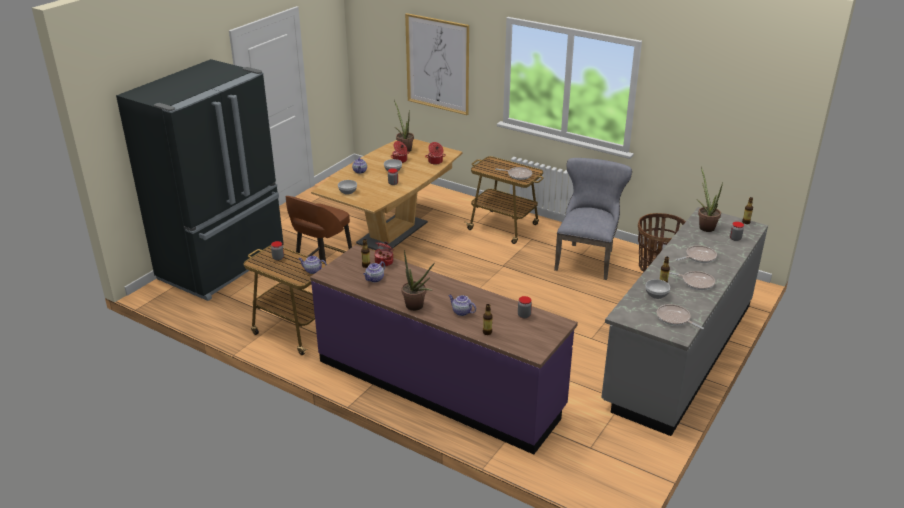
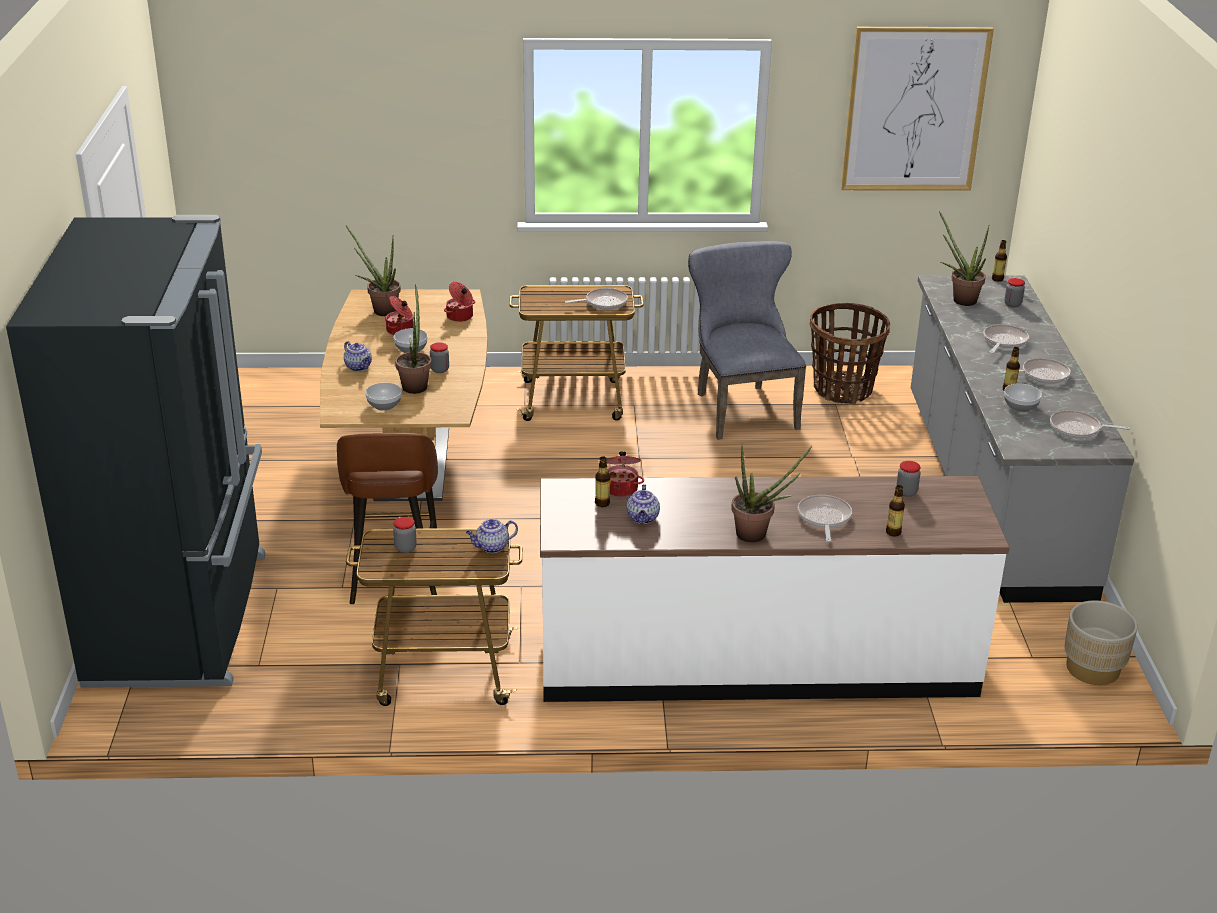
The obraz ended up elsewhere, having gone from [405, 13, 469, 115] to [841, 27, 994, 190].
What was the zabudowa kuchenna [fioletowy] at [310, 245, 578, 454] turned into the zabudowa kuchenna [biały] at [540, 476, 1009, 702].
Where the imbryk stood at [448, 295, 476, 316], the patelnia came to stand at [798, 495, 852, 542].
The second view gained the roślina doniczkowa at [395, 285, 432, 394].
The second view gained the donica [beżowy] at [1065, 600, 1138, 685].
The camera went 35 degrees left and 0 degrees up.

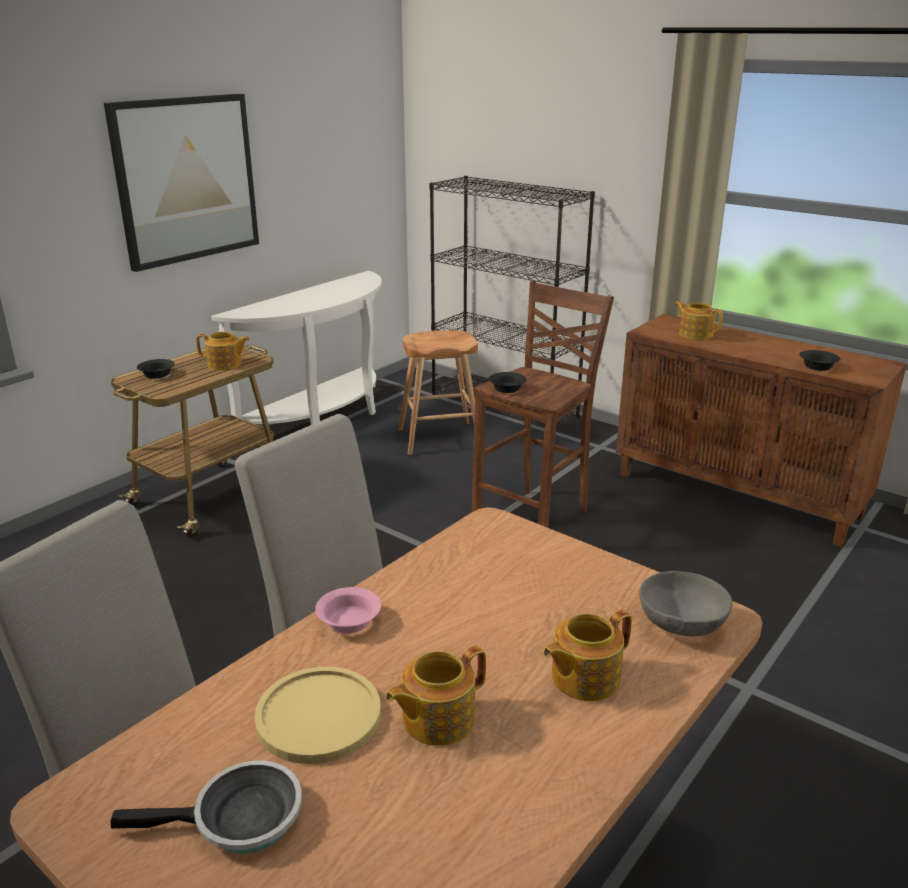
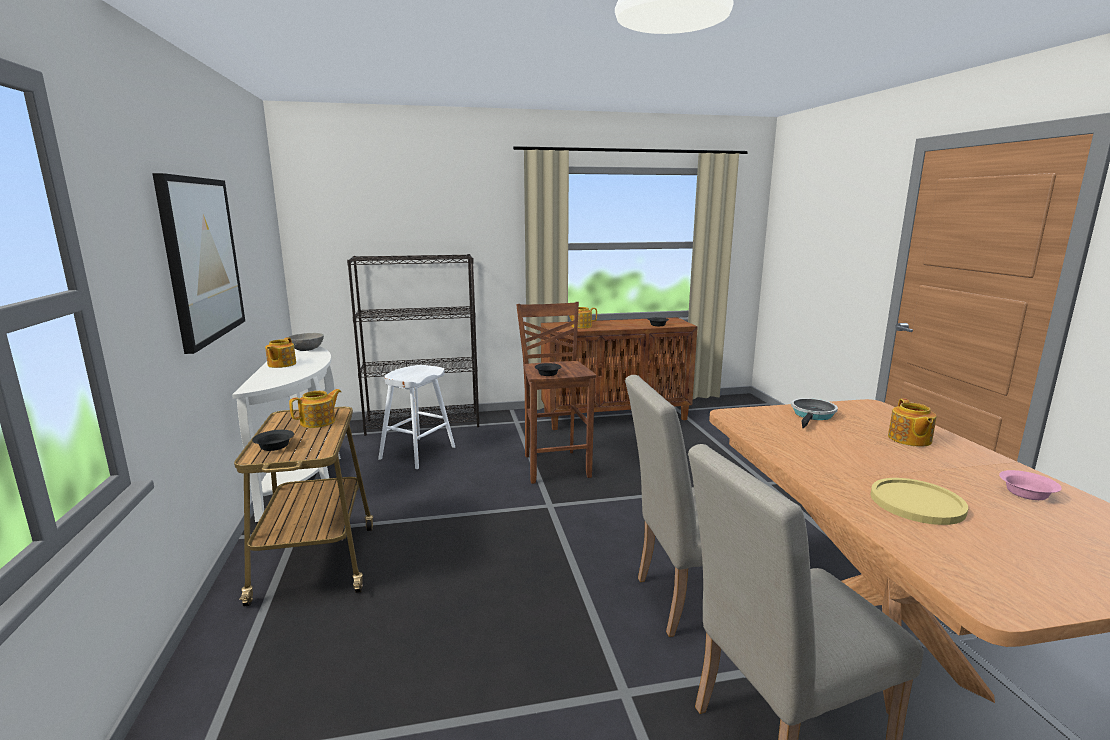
What was the stołek [brązowy] at [398, 330, 478, 455] turned into the stołek [biały] at [378, 365, 455, 469].
The miska [szary] ended up elsewhere, having gone from [639, 571, 732, 636] to [287, 333, 324, 351].
The miska [różowy] ended up elsewhere, having gone from [315, 587, 381, 633] to [999, 470, 1062, 500].
The imbryk ended up elsewhere, having gone from [385, 645, 486, 746] to [265, 337, 296, 368].
The patelnia ended up elsewhere, having gone from [110, 761, 302, 853] to [791, 398, 838, 429].
The camera went 50 degrees left and 10 degrees down.

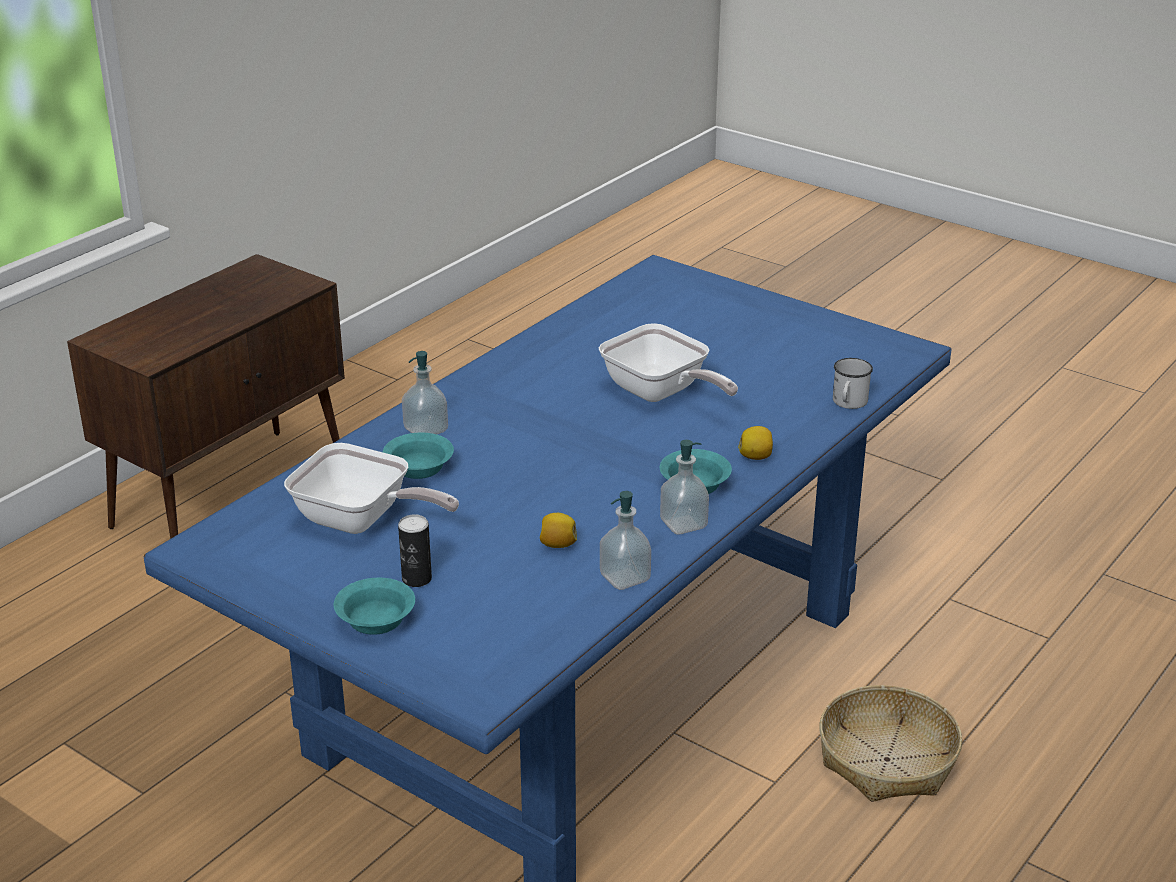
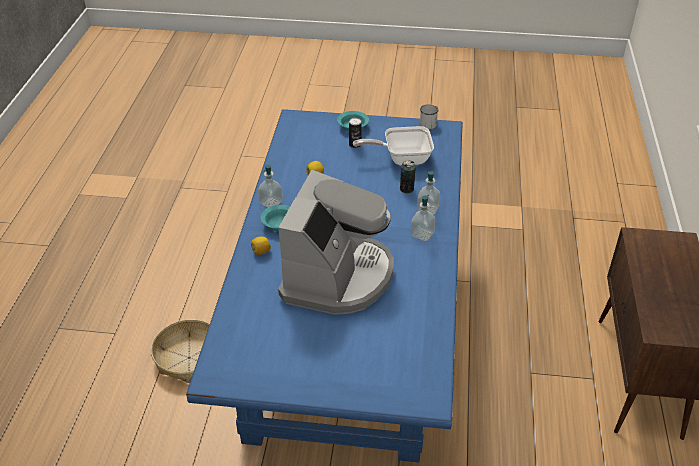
Where the patelnia stood at [599, 323, 738, 402], the ekspres do kawy came to stand at [278, 170, 394, 315].
The kubek [biały] ended up elsewhere, having gone from [833, 358, 873, 409] to [420, 104, 438, 129].
Where the miska [turkusowy] stood at [383, 433, 454, 479], the puszka came to stand at [400, 160, 416, 193].
The dozownik mydła ended up elsewhere, having gone from [600, 491, 651, 590] to [411, 195, 435, 241].
The camera went 150 degrees right and 10 degrees up.

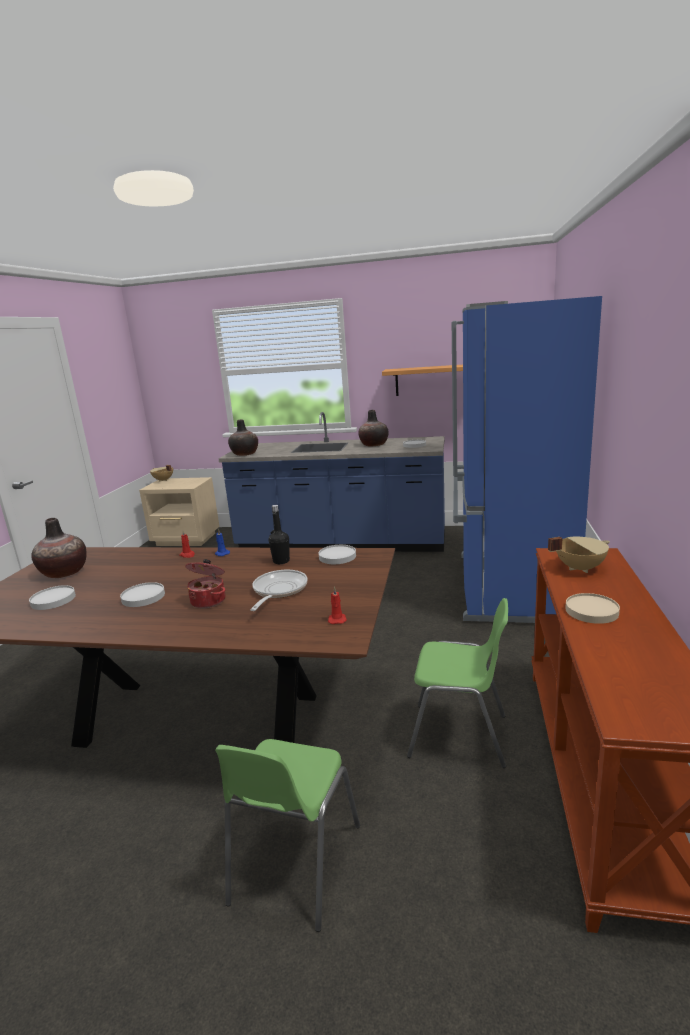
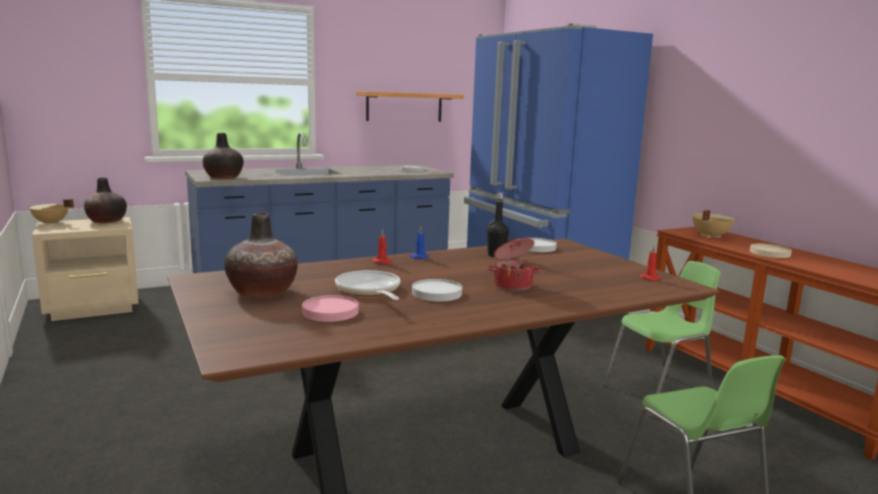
The wazon ended up elsewhere, having gone from [358, 410, 389, 446] to [84, 178, 127, 223].
The patelnia ended up elsewhere, having gone from [250, 570, 307, 611] to [335, 270, 400, 300].
What was the talerz [biały] at [29, 585, 76, 610] turned into the talerz [różowy] at [302, 295, 358, 322].
The camera went 40 degrees left and 5 degrees down.

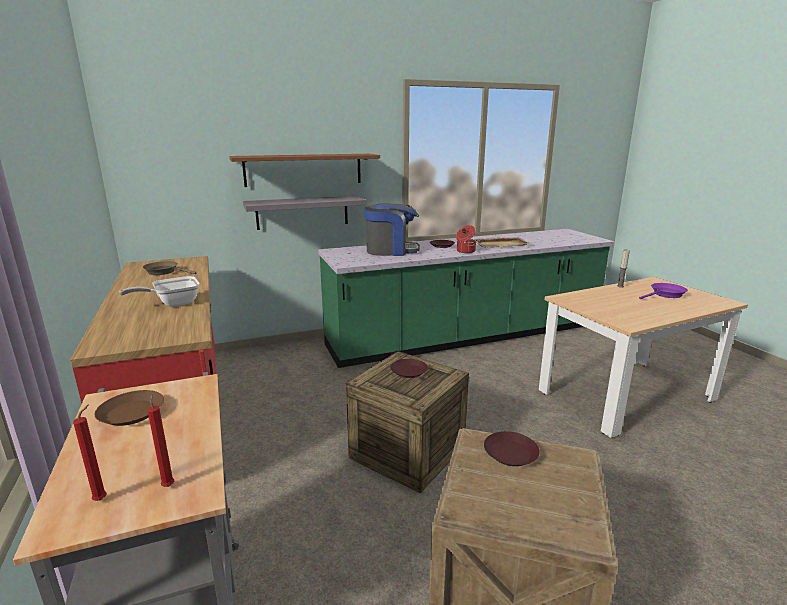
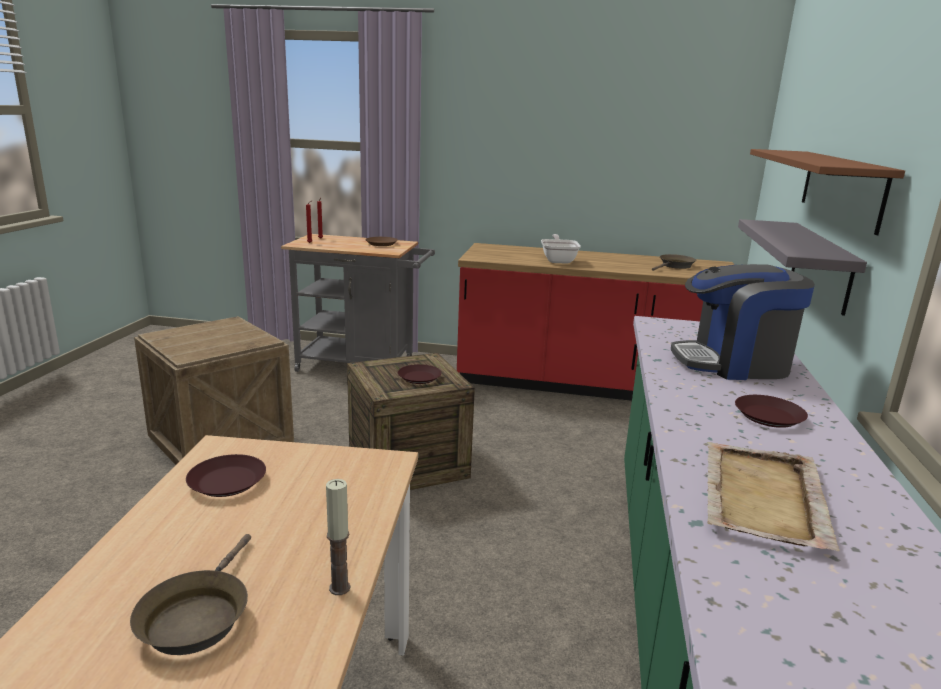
The ekspres do kawy at [364, 203, 420, 256] ended up facing another way, 60 degrees clockwise from before.
The second view lost the garnek at [456, 225, 476, 253].
What was the patelnia [fioletowy] at [639, 283, 688, 299] turned into the patelnia [brązowy] at [130, 534, 251, 655].
The talerz [brązowy] ended up elsewhere, having gone from [484, 431, 540, 466] to [186, 454, 266, 497].
The camera went 120 degrees right and 0 degrees up.

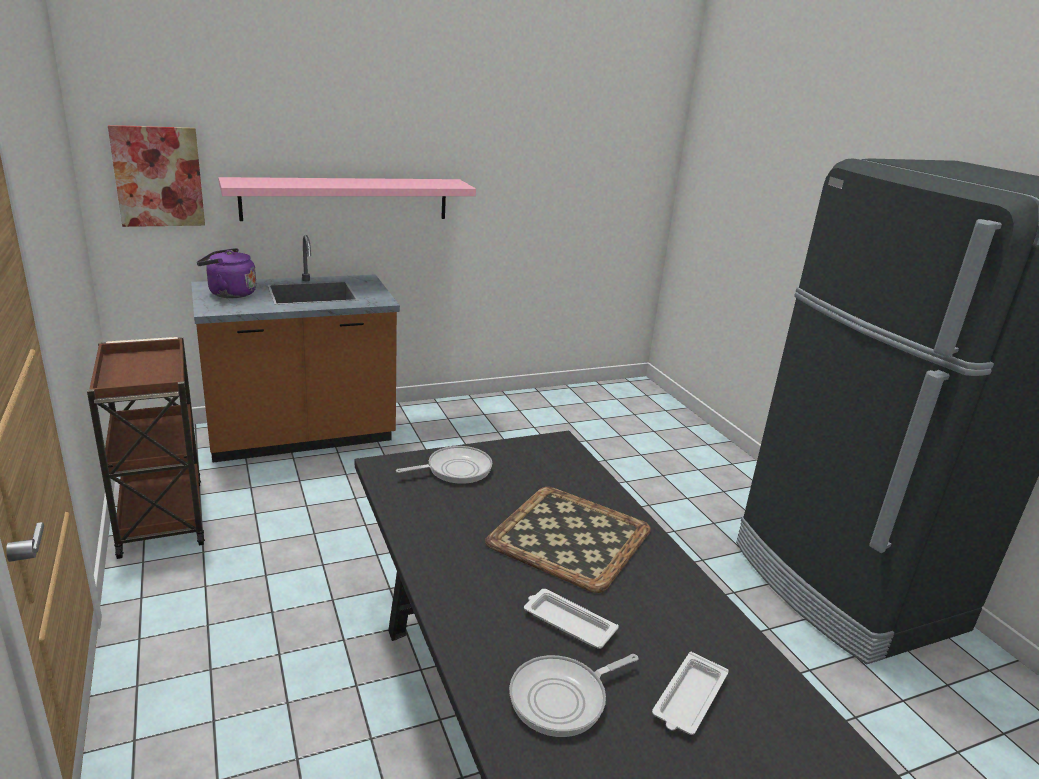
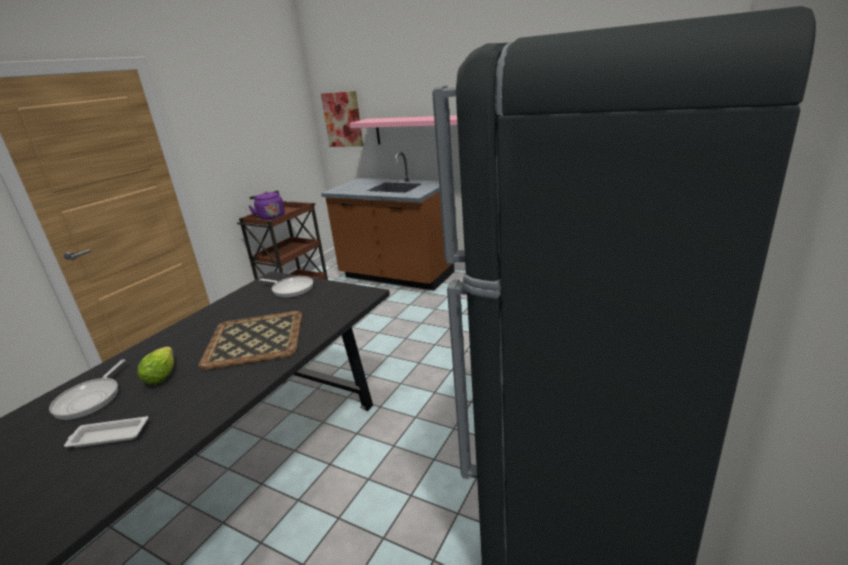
The czajnik [fioletowy] ended up elsewhere, having gone from [197, 248, 256, 298] to [249, 191, 285, 220].
Where the taca [biały] stood at [524, 589, 619, 649], the sałata came to stand at [137, 347, 174, 385].
The patelnia at [509, 654, 638, 737] ended up facing another way, 105 degrees counterclockwise from before.
The camera went 55 degrees right and 0 degrees up.

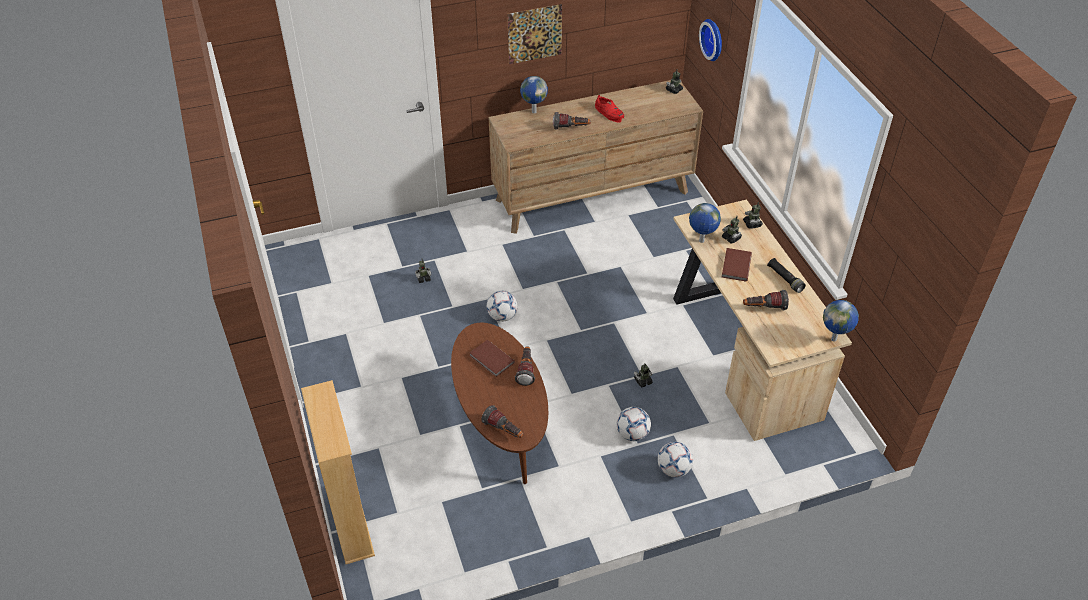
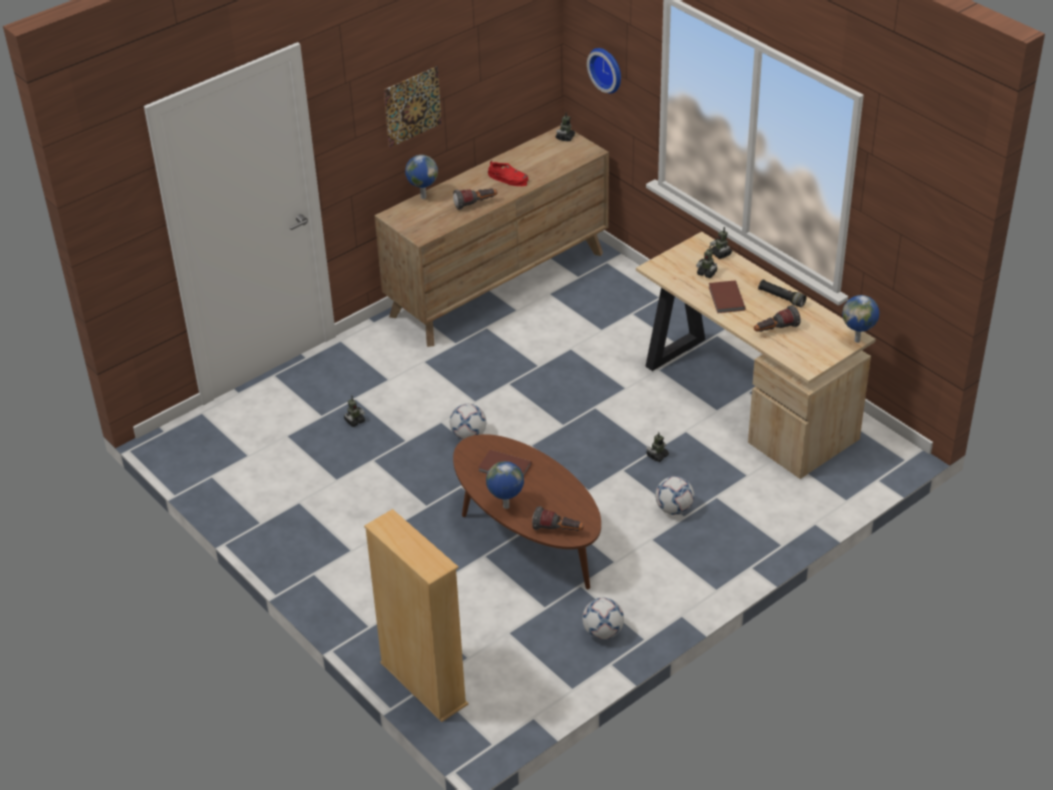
The globus ended up elsewhere, having gone from [689, 203, 721, 243] to [486, 461, 524, 509].
The second view lost the latarka at [515, 346, 535, 386].
The piłka futbolowa ended up elsewhere, having gone from [658, 442, 693, 478] to [582, 598, 624, 640].
The camera went 20 degrees left and 5 degrees down.

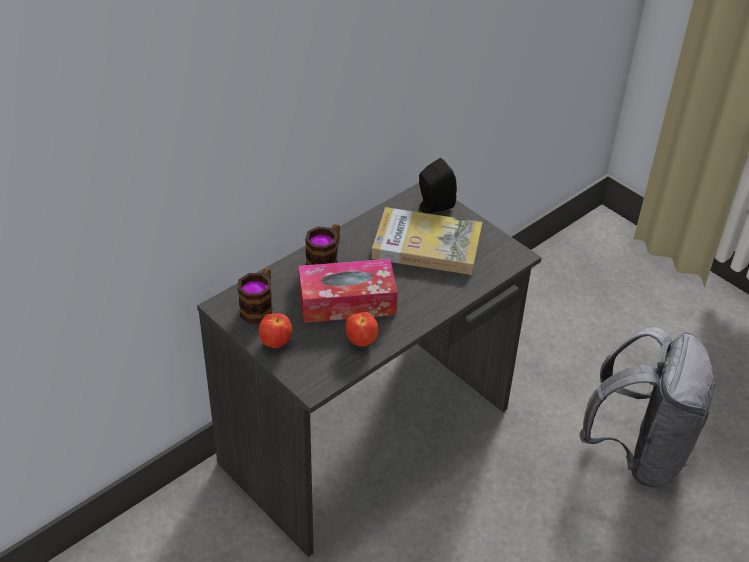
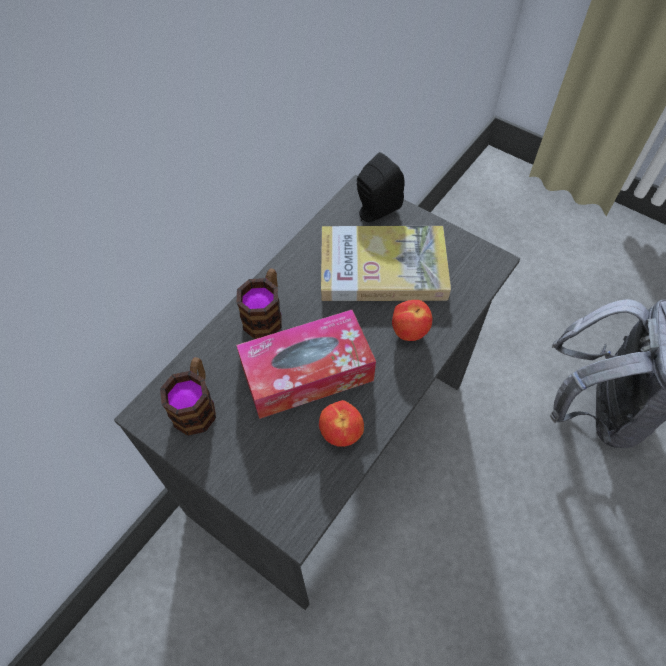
The jabłko ended up elsewhere, having gone from [259, 313, 292, 348] to [392, 300, 433, 341].
The camera went 10 degrees left and 15 degrees up.

